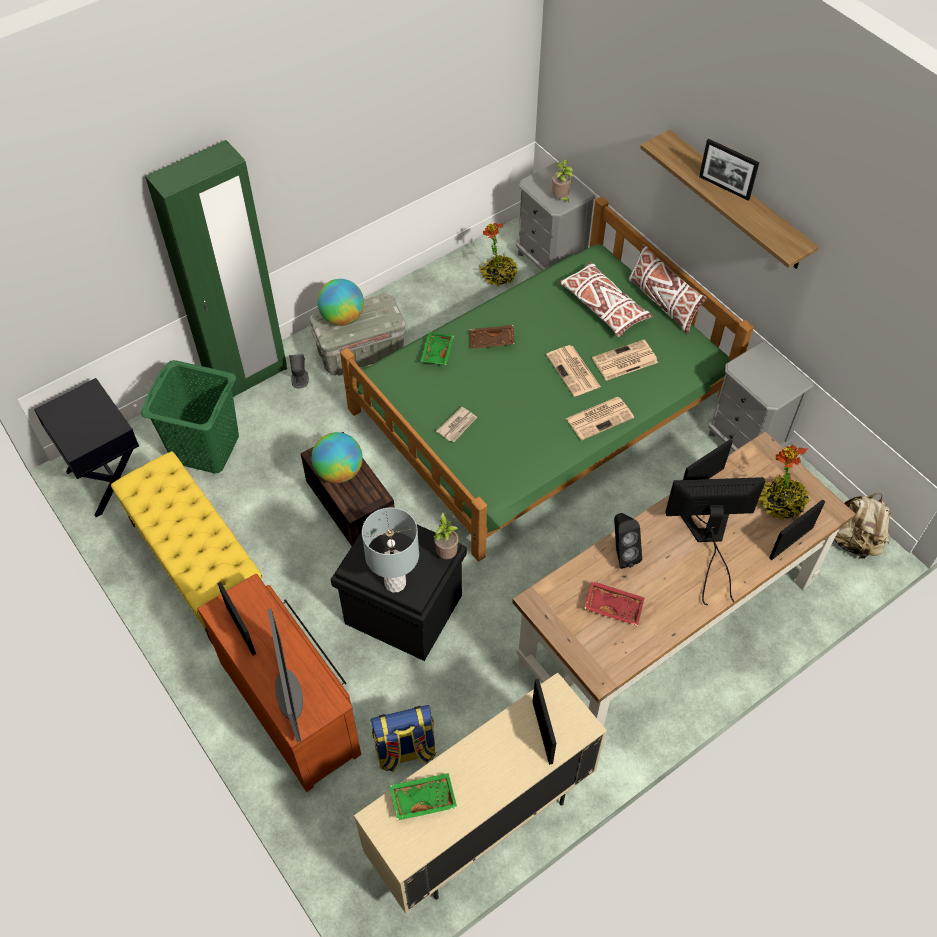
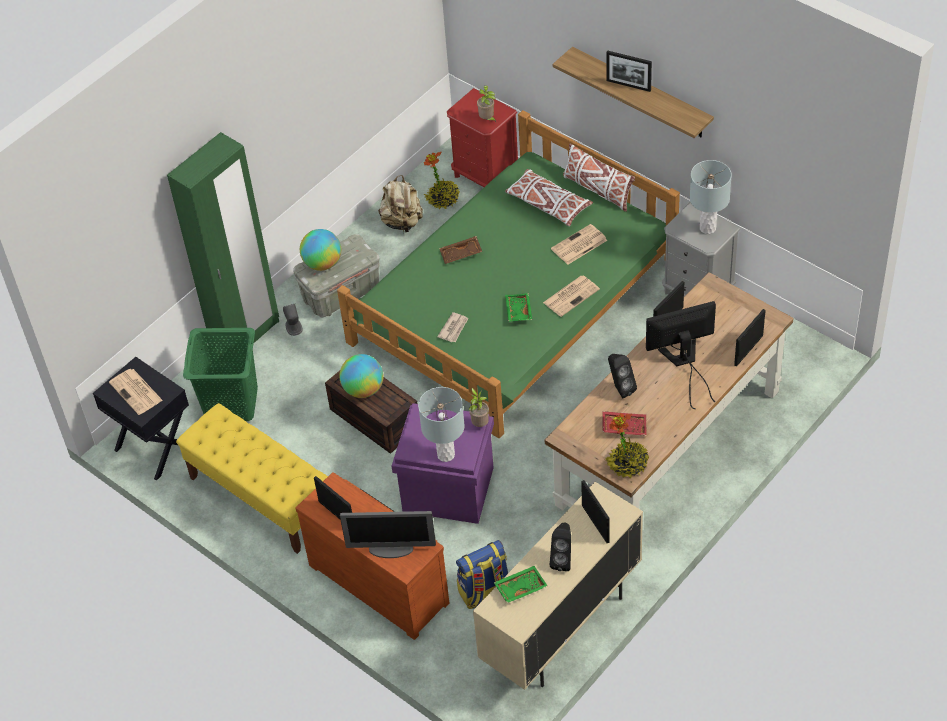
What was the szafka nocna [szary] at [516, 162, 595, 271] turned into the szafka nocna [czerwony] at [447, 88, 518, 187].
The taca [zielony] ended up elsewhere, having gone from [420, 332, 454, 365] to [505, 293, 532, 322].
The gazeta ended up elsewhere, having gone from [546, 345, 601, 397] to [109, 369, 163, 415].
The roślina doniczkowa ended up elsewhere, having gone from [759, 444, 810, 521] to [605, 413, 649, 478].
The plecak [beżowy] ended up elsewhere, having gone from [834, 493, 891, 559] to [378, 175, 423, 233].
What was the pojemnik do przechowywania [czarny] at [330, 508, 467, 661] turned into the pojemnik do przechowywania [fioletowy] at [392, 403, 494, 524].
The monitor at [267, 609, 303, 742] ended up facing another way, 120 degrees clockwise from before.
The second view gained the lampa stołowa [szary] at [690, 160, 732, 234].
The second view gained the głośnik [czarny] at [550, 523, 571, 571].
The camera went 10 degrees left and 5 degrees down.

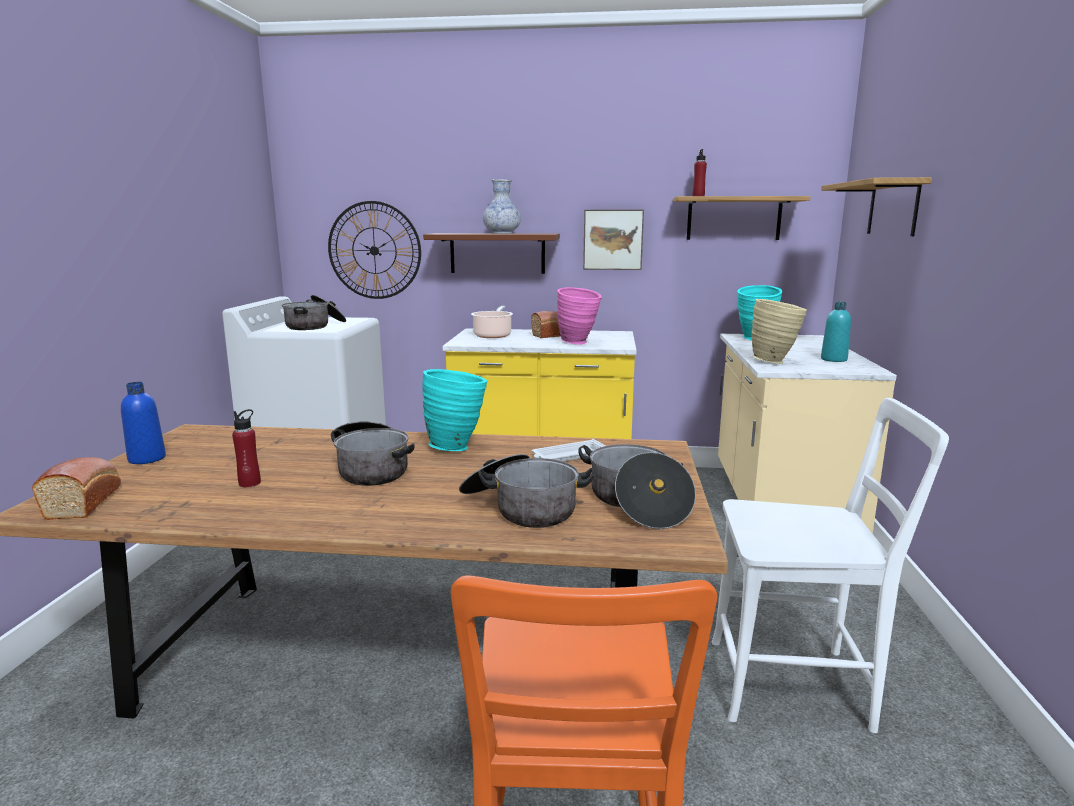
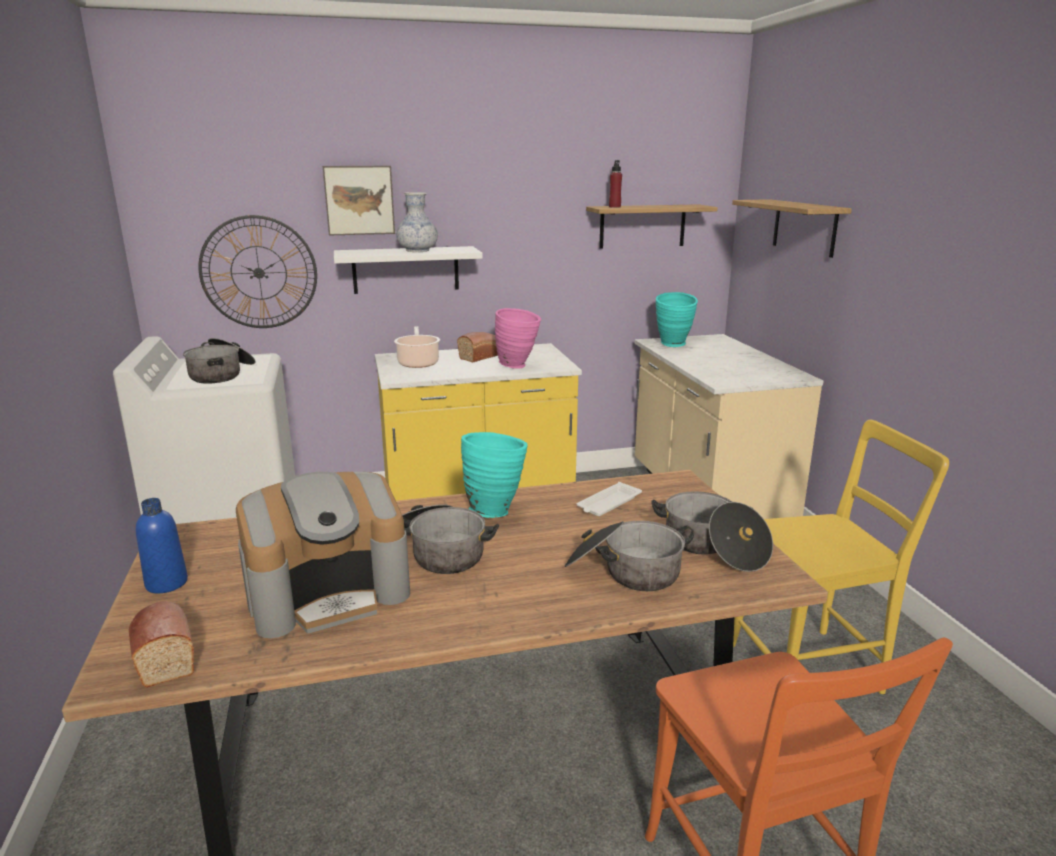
The obraz ended up elsewhere, having gone from [583, 210, 644, 270] to [323, 166, 395, 236].
What was the półka [brązowy] at [423, 233, 560, 274] turned into the półka [biały] at [334, 246, 483, 294].
The second view lost the wazon [beżowy] at [752, 299, 807, 364].
The second view lost the butelka [turkusowy] at [821, 302, 851, 362].
What was the krzesło [biały] at [712, 398, 949, 733] turned into the krzesło [żółty] at [733, 420, 949, 694].
Where the butelka [czerwony] stood at [232, 409, 261, 487], the ekspres do kawy came to stand at [236, 472, 410, 638].
The camera went 20 degrees left and 5 degrees up.

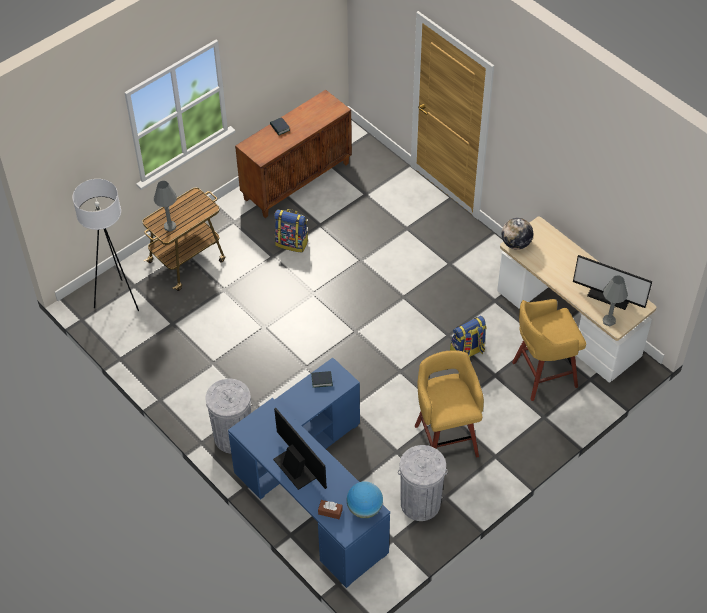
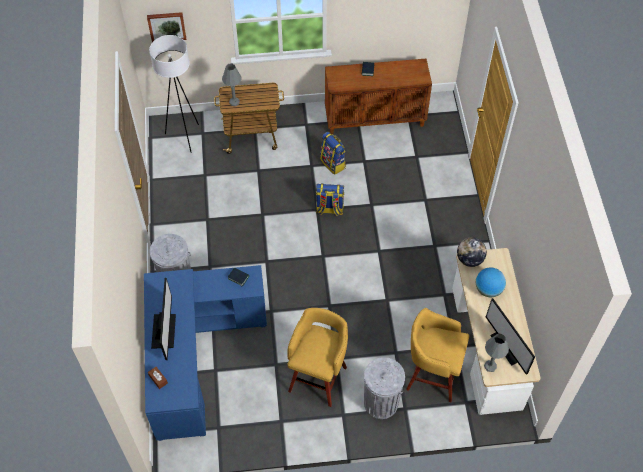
The plecak ended up elsewhere, having gone from [450, 316, 487, 357] to [316, 184, 344, 216].
The kosz na śmieci [szary] ended up elsewhere, having gone from [398, 445, 448, 521] to [364, 357, 405, 419].
The globus ended up elsewhere, having gone from [347, 481, 383, 518] to [476, 267, 506, 298].
The second view gained the obraz at [147, 12, 187, 42].
The camera went 35 degrees right and 5 degrees up.

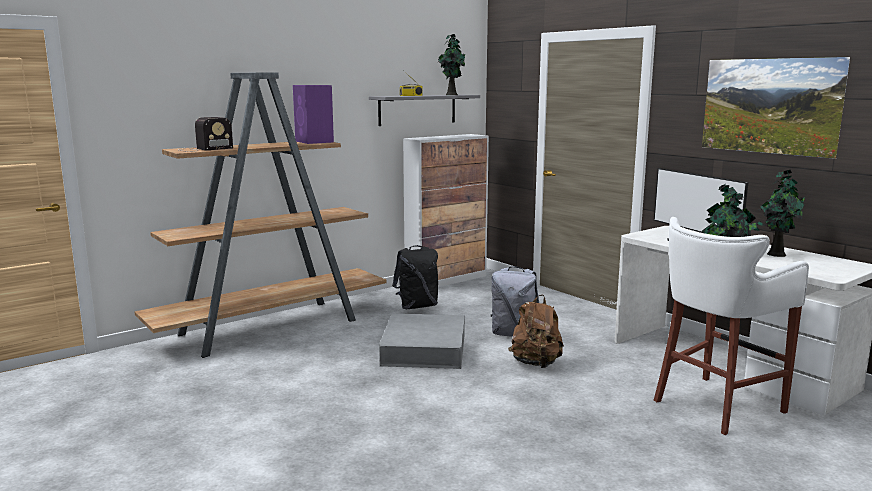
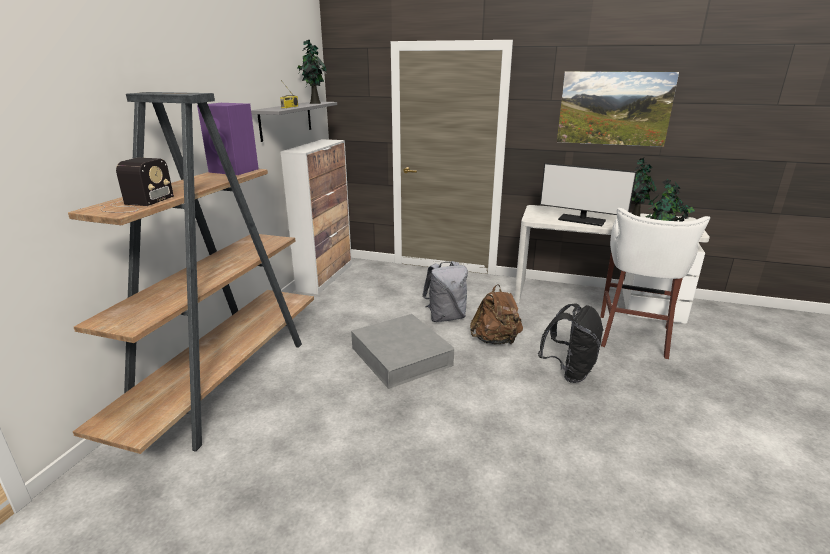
The plecak [czarny] ended up elsewhere, having gone from [392, 245, 438, 309] to [538, 303, 603, 383].
The camera went 35 degrees left and 10 degrees up.

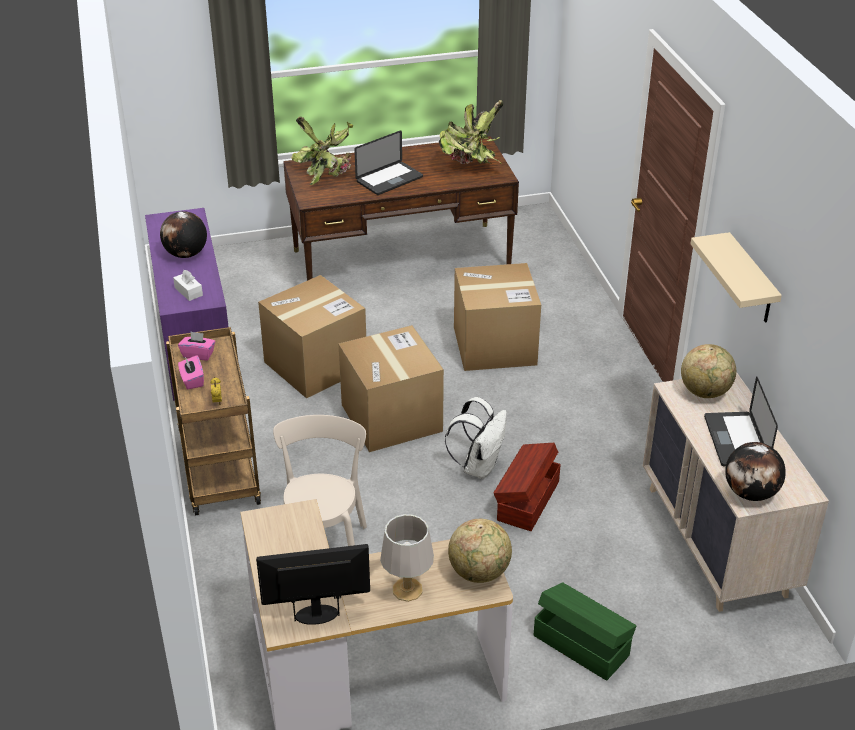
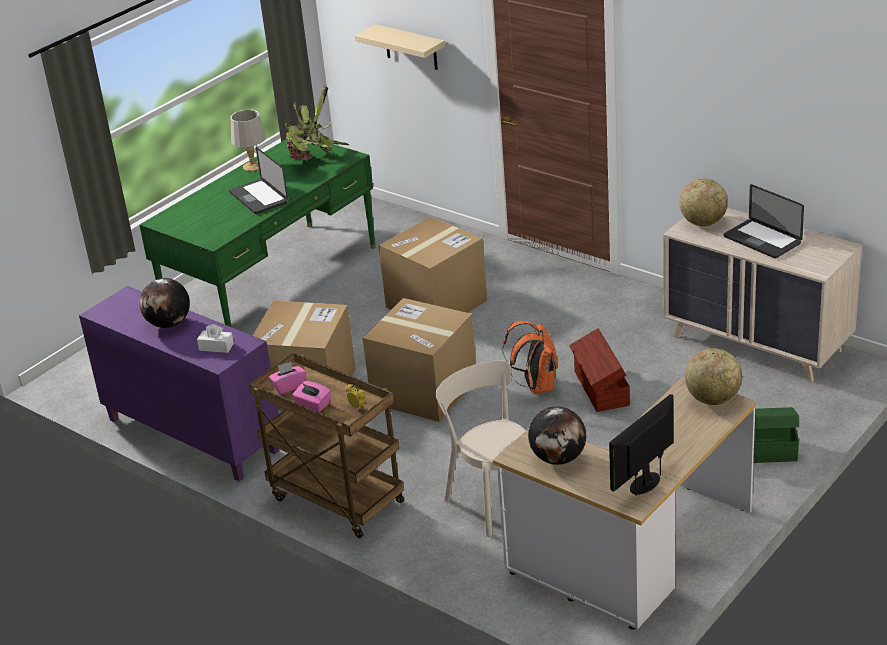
The second view lost the roślina doniczkowa at [291, 117, 353, 185].
The laptop at [354, 130, 423, 195] ended up facing another way, 135 degrees clockwise from before.
What was the biurko [brązowy] at [283, 136, 519, 281] turned into the biurko [zielony] at [139, 139, 376, 327].
The półka [beżowy] ended up elsewhere, having gone from [690, 232, 782, 323] to [355, 24, 445, 70].
What was the plecak [biały] at [445, 397, 507, 479] turned into the plecak [pomarańczowy] at [502, 321, 558, 394].
The globus ended up elsewhere, having gone from [725, 442, 786, 501] to [528, 407, 586, 465].
The lampa stołowa [szary] ended up elsewhere, having gone from [380, 514, 434, 602] to [231, 110, 266, 171].
The camera went 35 degrees left and 5 degrees down.

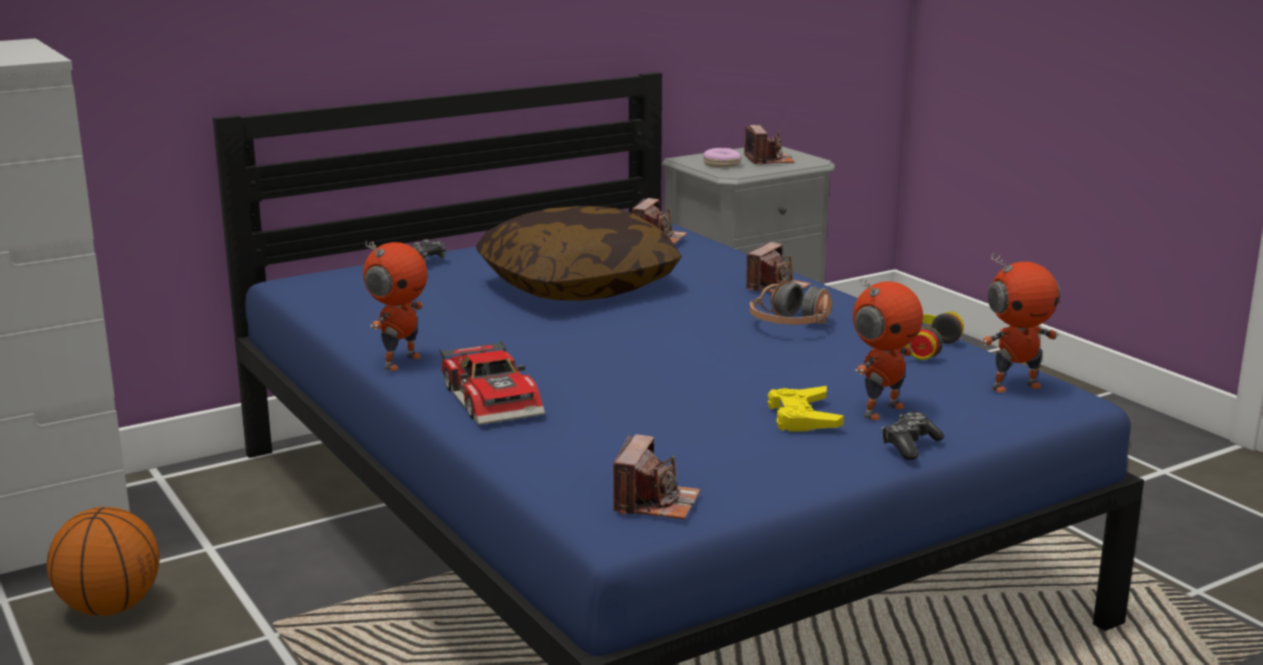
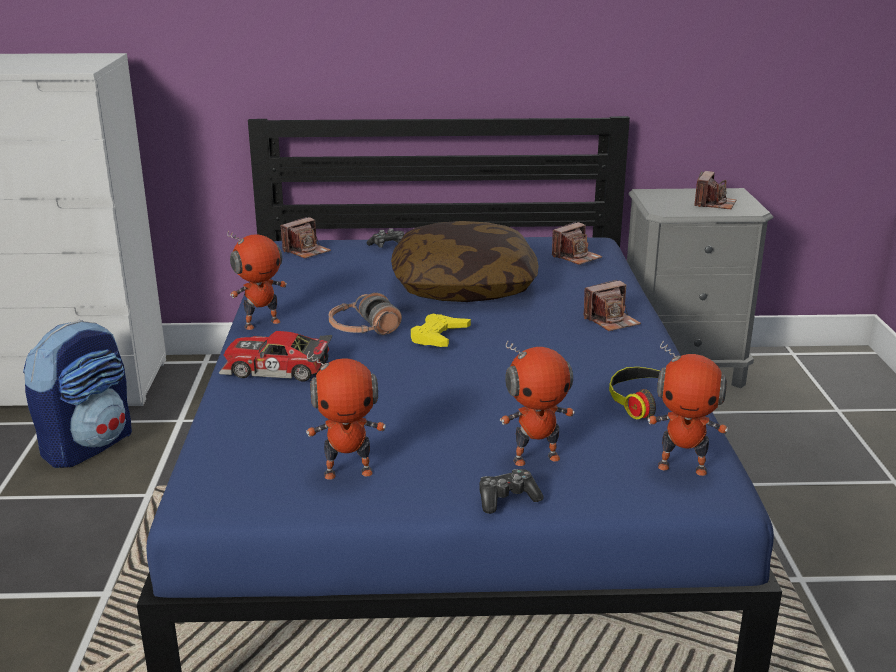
The second view lost the donut at [703, 148, 742, 168].
The słuchawki ended up elsewhere, having gone from [750, 280, 832, 325] to [329, 293, 402, 335].
The samochodzik at [440, 341, 545, 425] ended up facing another way, 90 degrees clockwise from before.
The pad do gier [żółty] ended up elsewhere, having gone from [768, 386, 844, 432] to [411, 313, 471, 347].
The aparat fotograficzny ended up elsewhere, having gone from [613, 434, 701, 519] to [280, 217, 331, 258].
Where the piłka do koszykówki stood at [47, 507, 160, 616], the plecak came to stand at [23, 320, 132, 468].
The second view gained the robot zabawkowy at [306, 351, 386, 480].
The camera went 30 degrees right and 5 degrees up.

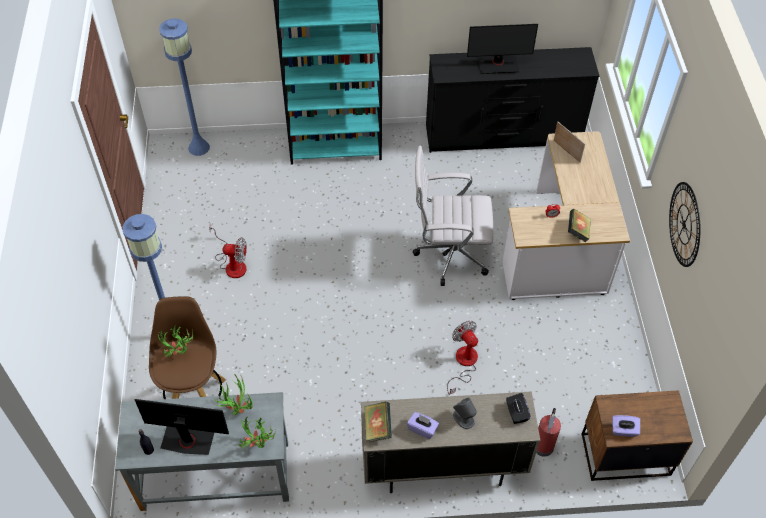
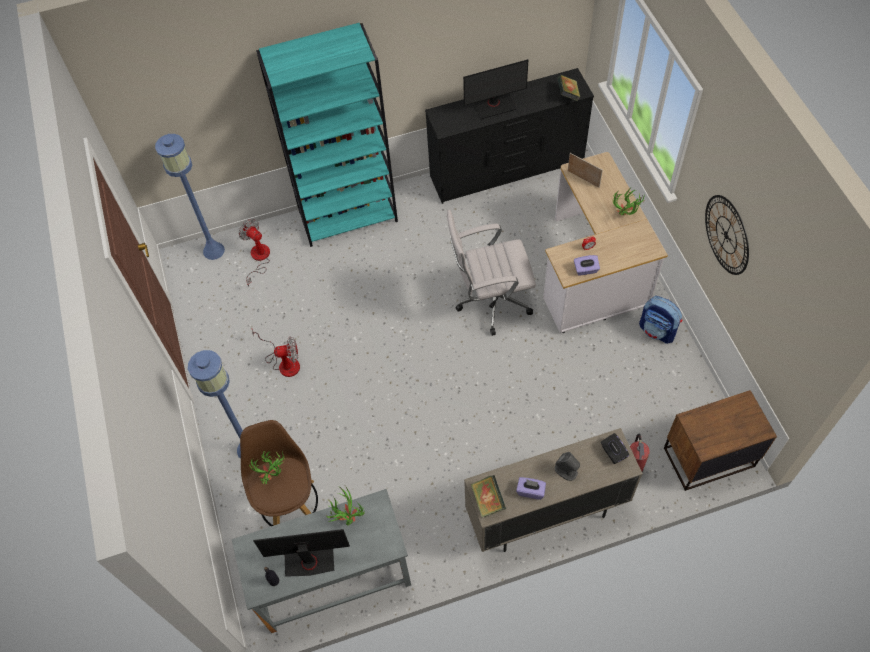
The książka ended up elsewhere, having gone from [568, 209, 591, 243] to [557, 75, 580, 101].
The wentylator ended up elsewhere, having gone from [447, 321, 478, 395] to [239, 219, 270, 286].
The pudełko chusteczek [fioletowy] ended up elsewhere, having gone from [612, 415, 640, 437] to [574, 255, 600, 276].
The roślina doniczkowa ended up elsewhere, having gone from [238, 417, 277, 448] to [613, 187, 645, 215].
The second view gained the plecak at [639, 296, 682, 344].
The camera went 10 degrees left and 5 degrees up.

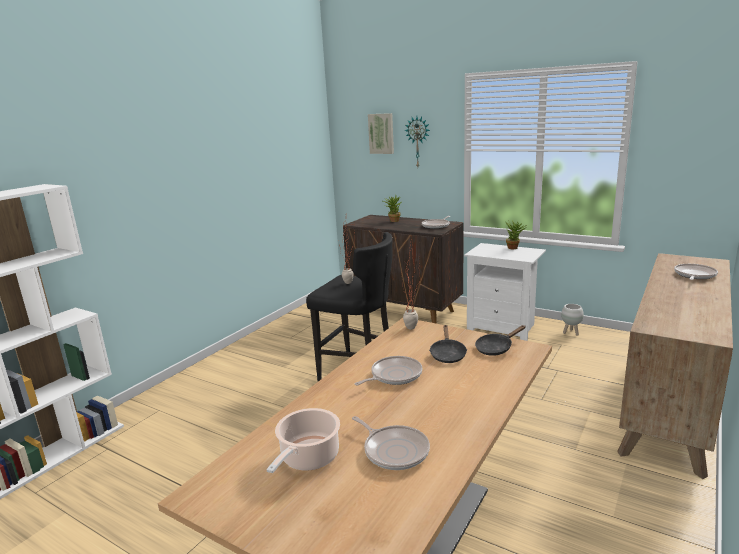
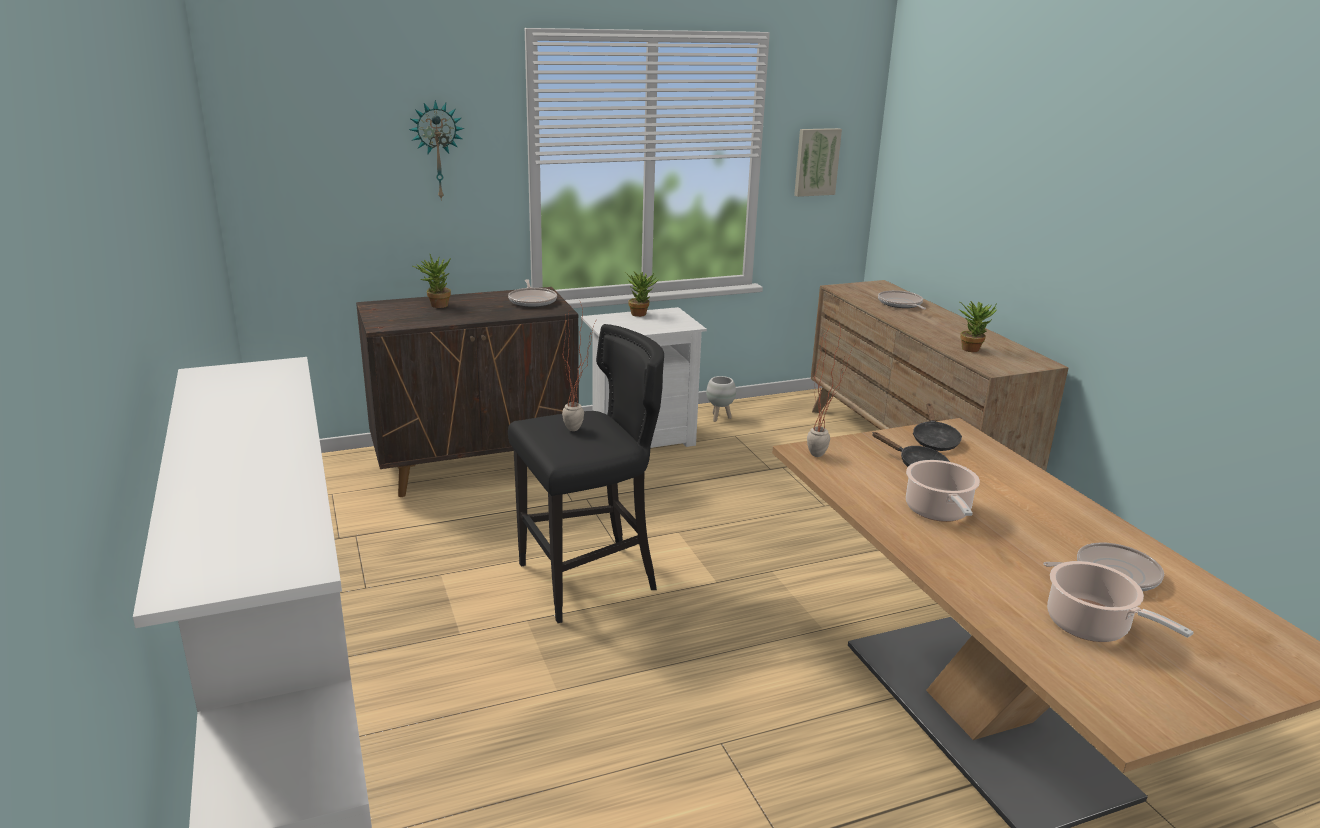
The obraz ended up elsewhere, having gone from [368, 113, 394, 154] to [794, 128, 842, 197].
Where the patelnia stood at [355, 356, 422, 386], the garnek came to stand at [906, 460, 980, 522].
The second view gained the roślina doniczkowa at [959, 301, 997, 352].
The camera went 55 degrees left and 5 degrees up.

